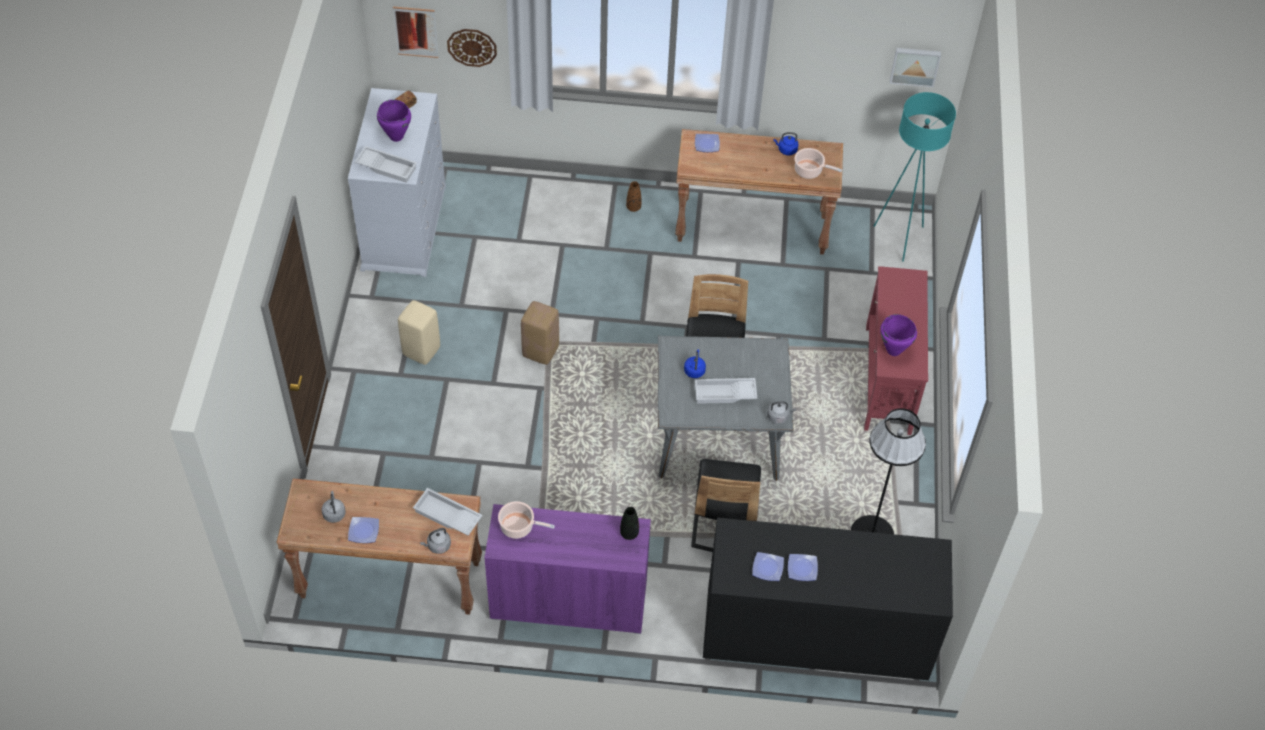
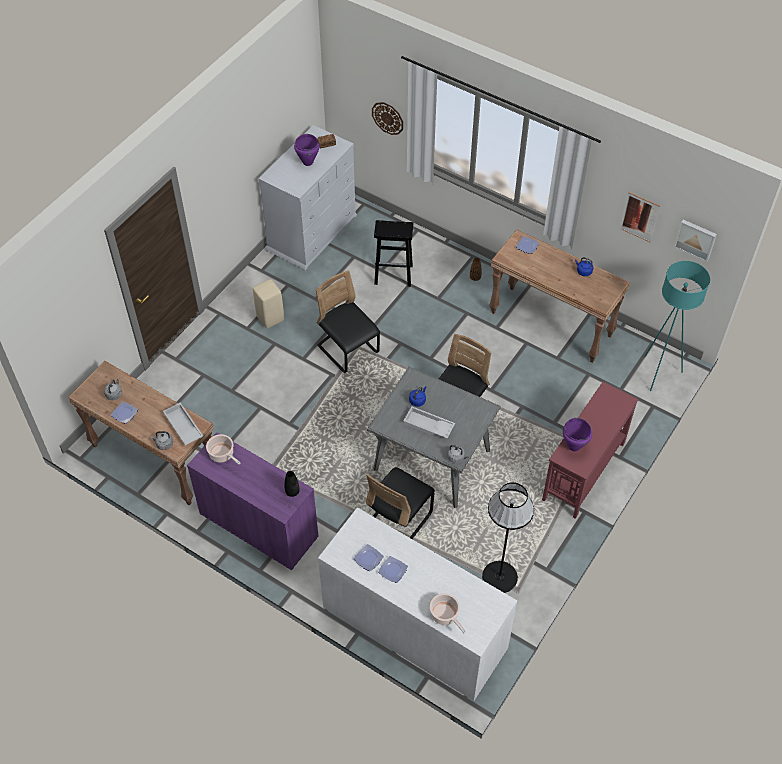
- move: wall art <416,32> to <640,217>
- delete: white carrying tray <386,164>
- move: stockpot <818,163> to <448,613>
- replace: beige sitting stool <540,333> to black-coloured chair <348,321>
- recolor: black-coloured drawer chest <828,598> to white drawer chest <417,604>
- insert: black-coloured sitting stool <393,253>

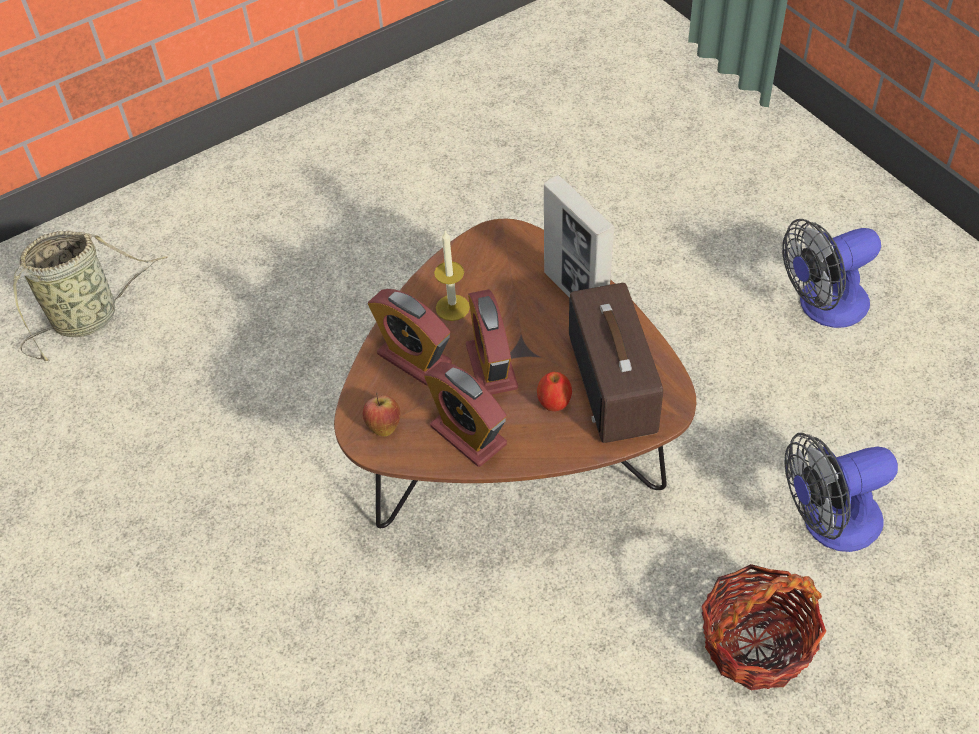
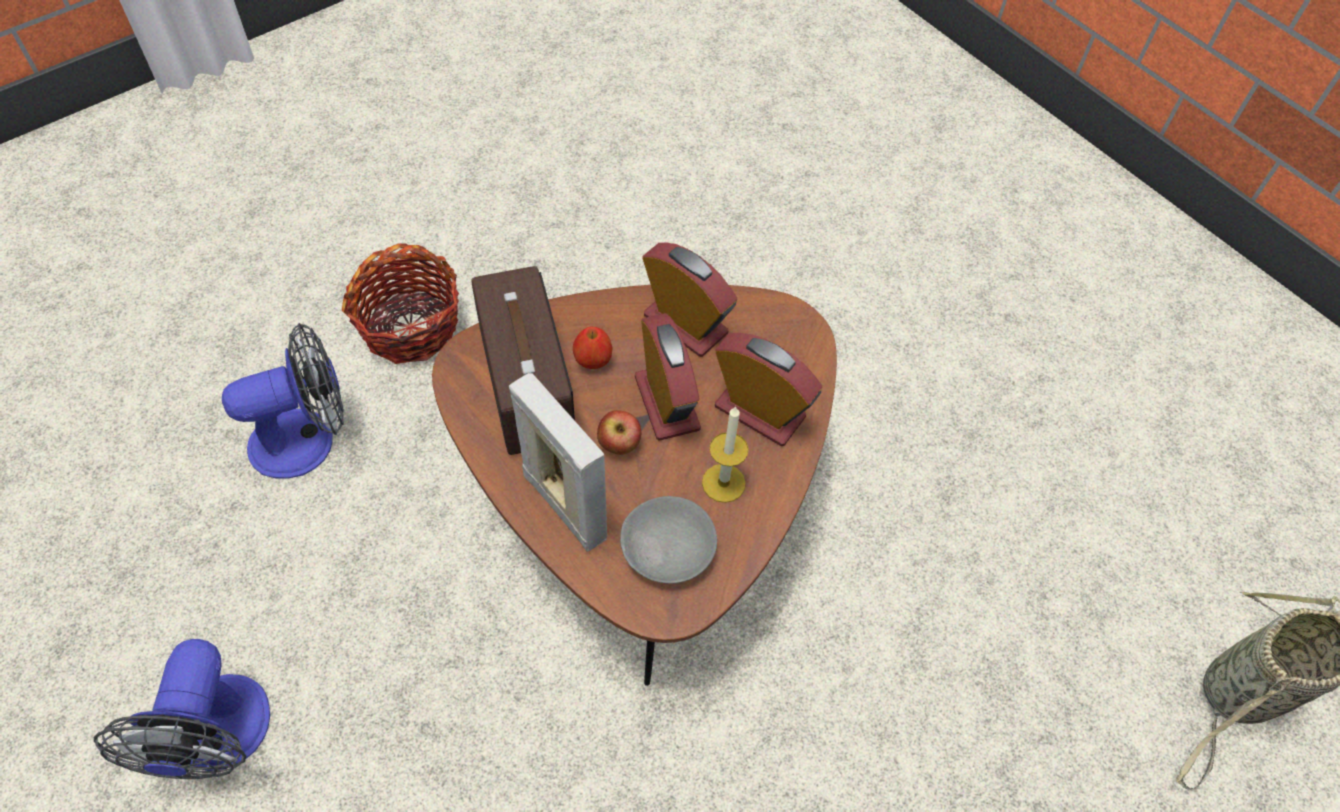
- rotate: cooling fan <831,273> = <182,709> 120 degrees clockwise
- move: whole apple <382,414> to <619,432>
- insert: grey serving bowl <668,540>

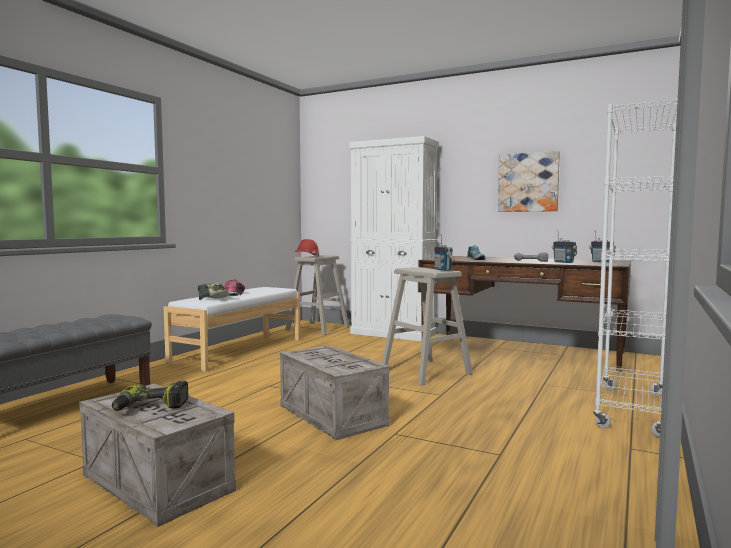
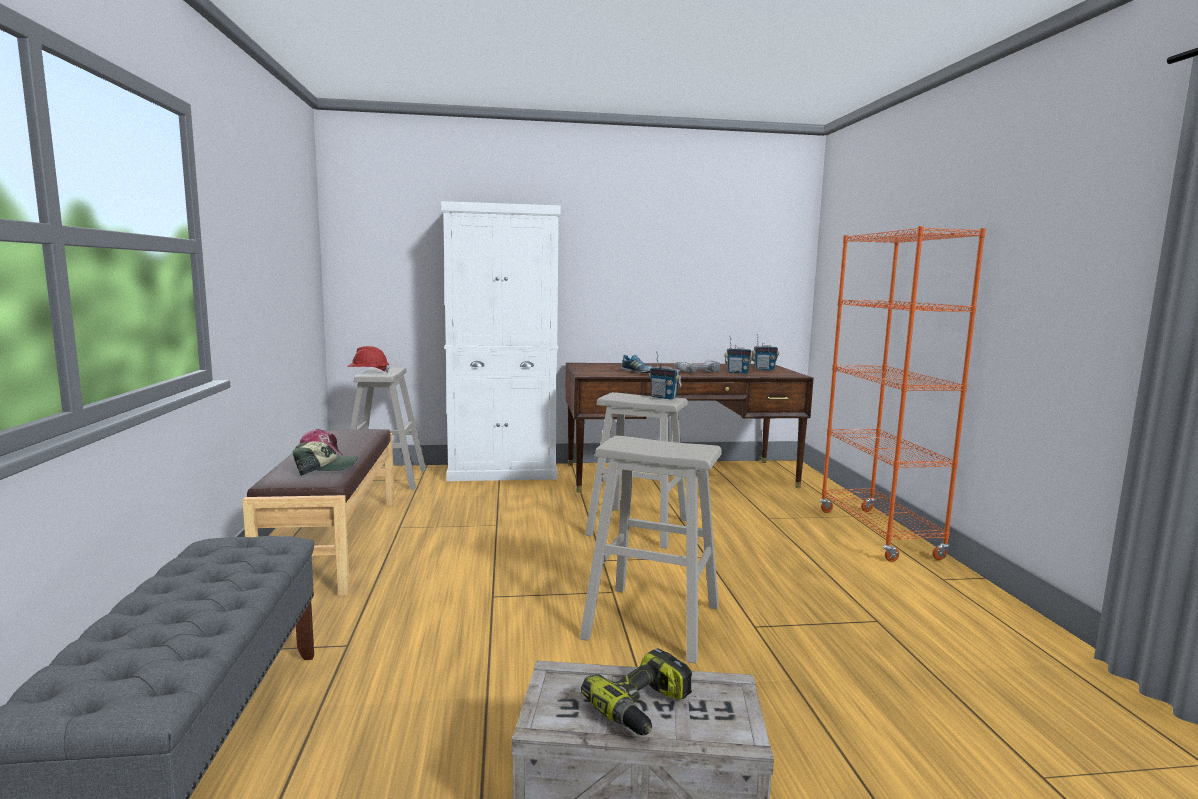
- recolor: white bookshelf <635,268> to orangey bookshelf <903,394>
- delete: wall art <529,181>
- recolor: white bench <232,329> to brown-coloured bench <318,512>
- replace: packing crate <335,392> to beige sitting stool <650,550>

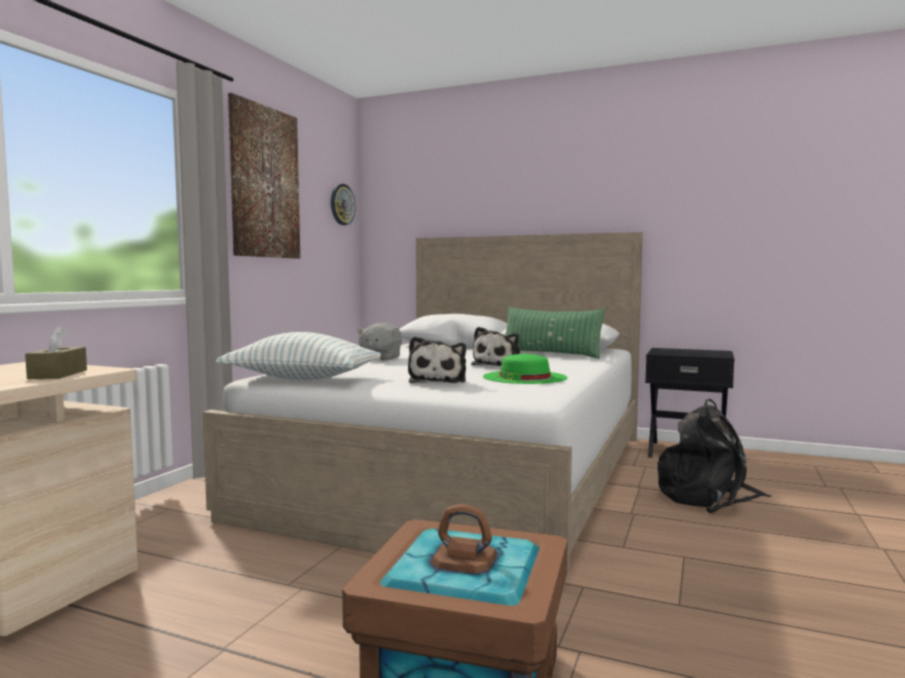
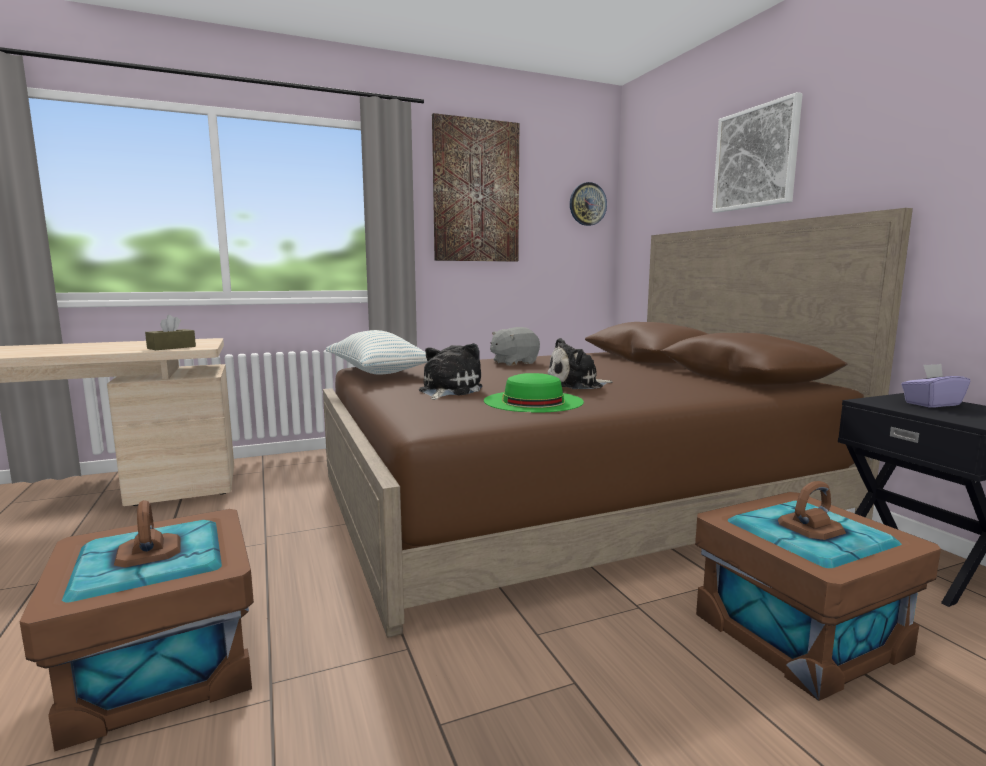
- recolor: white bedroom bed <423,404> to brown-coloured bedroom bed <618,423>
- delete: green throw pillow <555,333>
- rotate: plush toy <437,359> = <450,371> 150 degrees clockwise
- replace: black-coloured backpack <714,456> to brown-coloured storage container <818,591>
- insert: wall art <757,152>
- insert: purple tissue box <936,386>

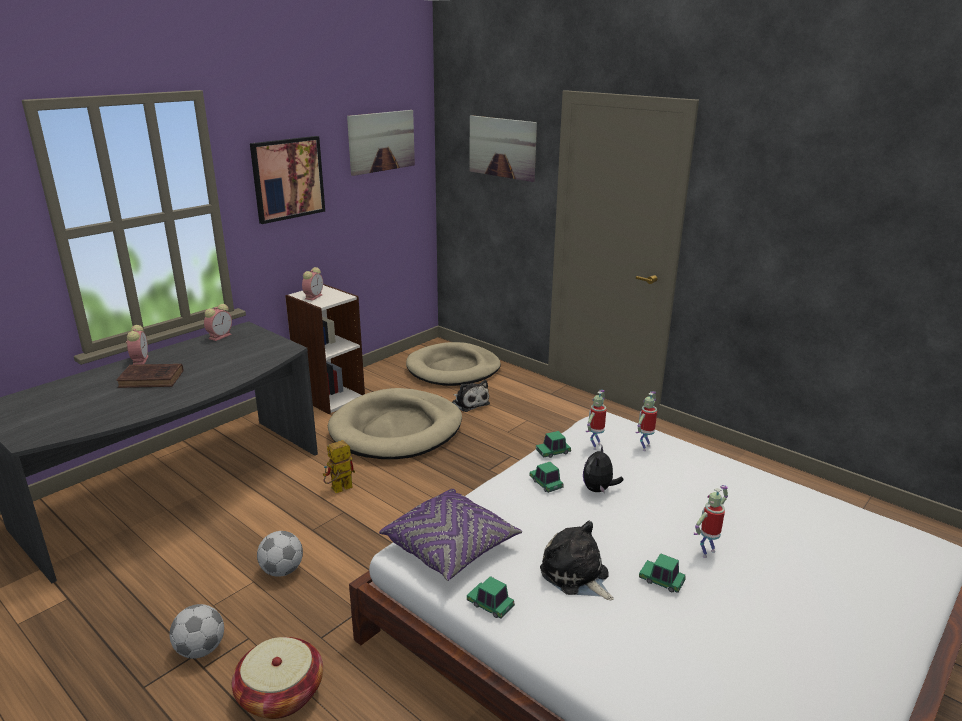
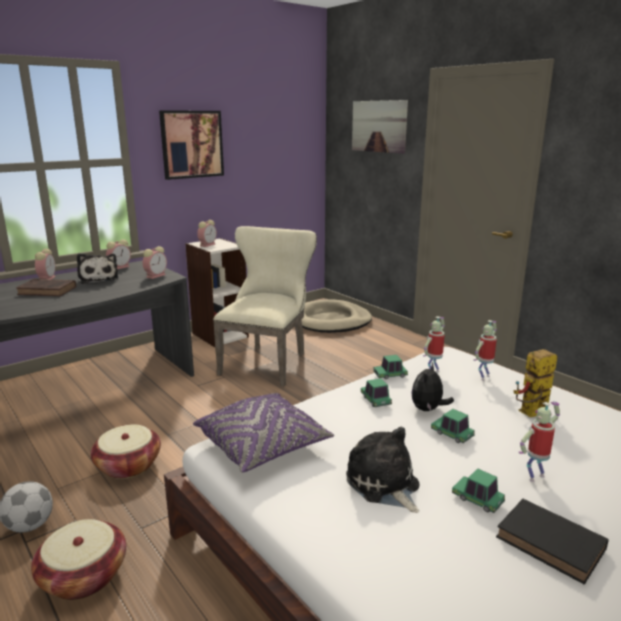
- delete: wall art <381,143>
- move: plush toy <471,396> to <98,268>
- replace: beige dog cushion <395,423> to beige chair <265,306>
- move: model robot <339,466> to <535,383>
- replace: football <280,554> to basket <126,452>
- move: miniature car <491,597> to <453,426>
- insert: table clock <155,262>
- insert: black-coloured bound book <552,541>

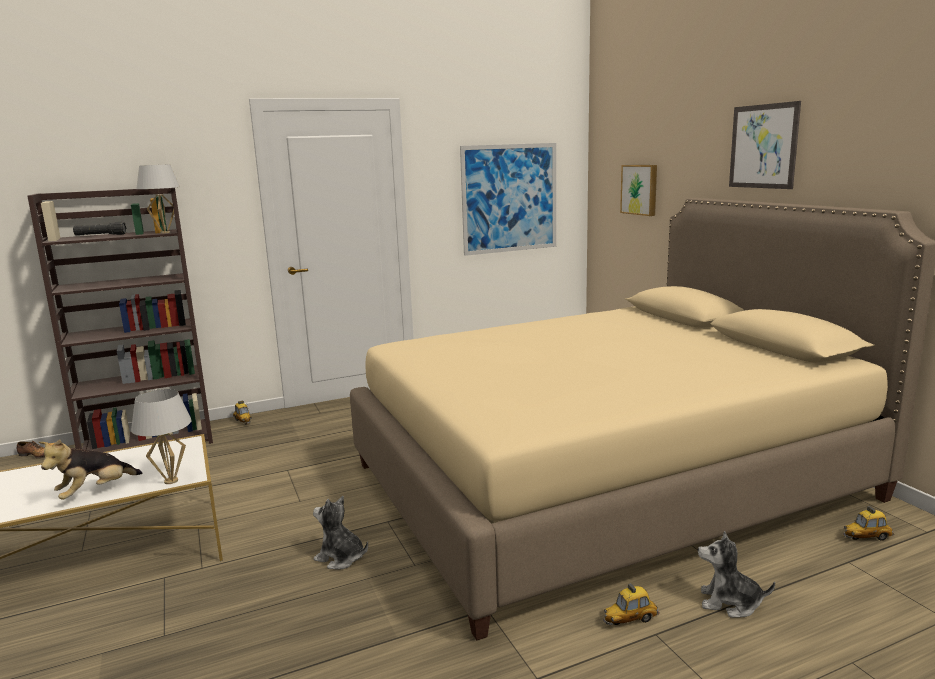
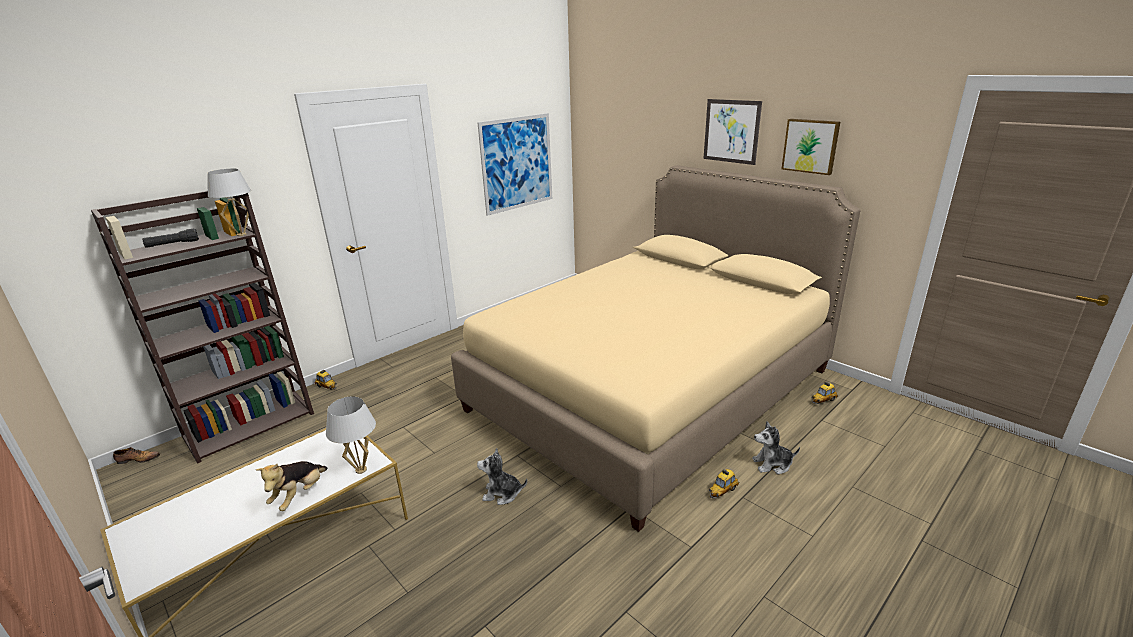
- move: wall art <638,190> to <810,147>

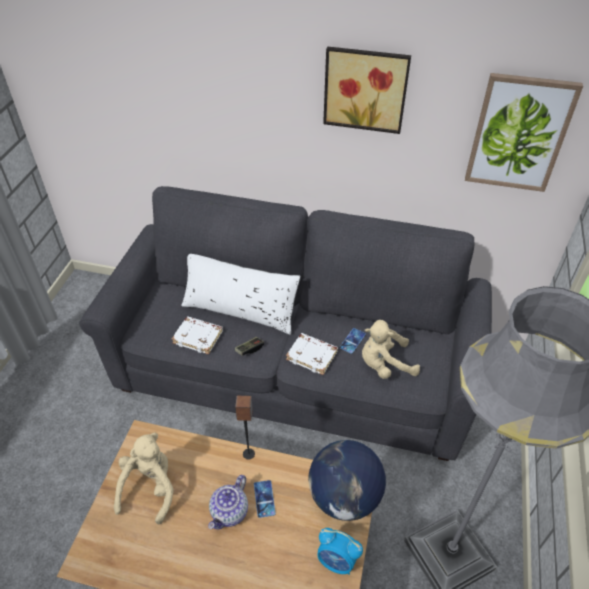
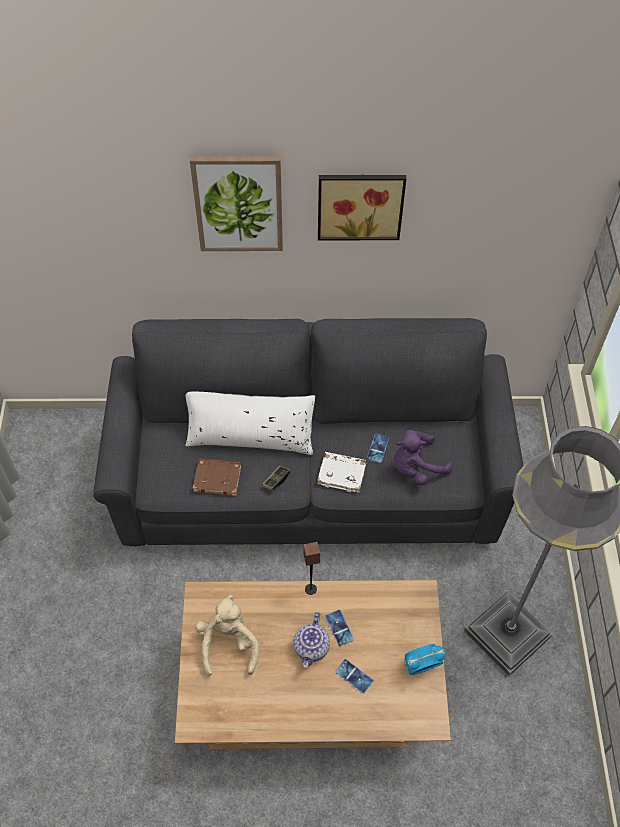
- move: wall art <524,132> to <236,203>
- recolor: white bound book <197,335> to brown-coloured bound book <217,477>
- recolor: beige plush toy <391,349> to purple plush toy <423,457>
- delete: desk globe <347,480>
- rotate: table clock <340,551> = <425,659> 150 degrees clockwise
- insert: handset <354,676>

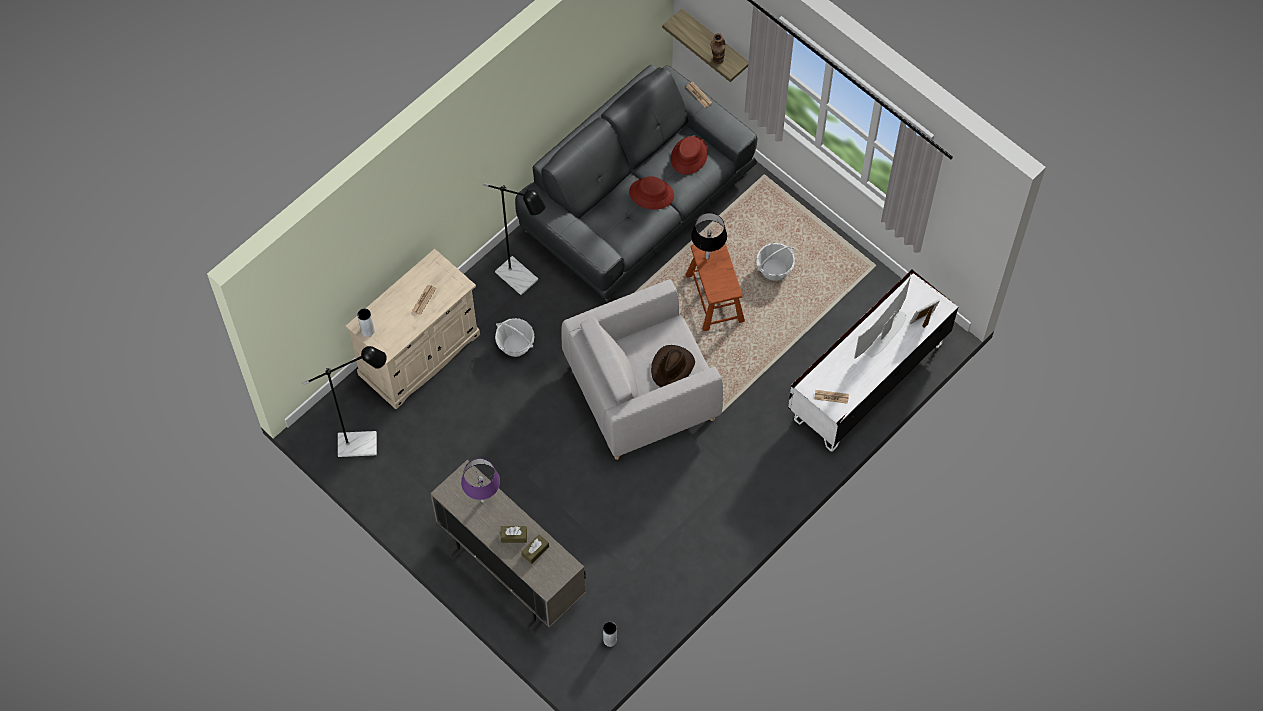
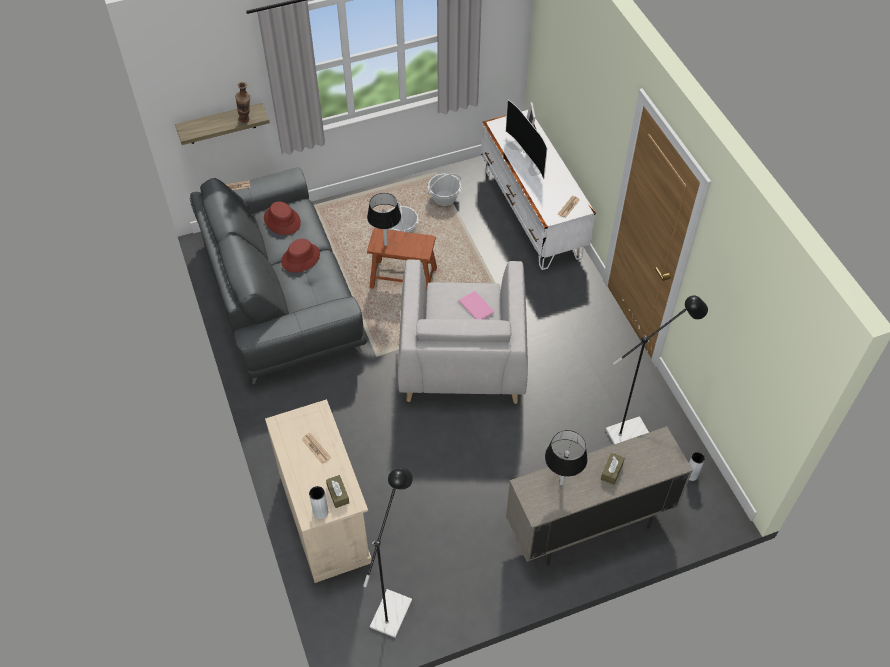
- move: black-coloured floor lamp <514,239> to <657,370>
- move: basket <515,337> to <444,189>
- replace: brown-coloured clothing hat <673,366> to pink bound book <476,305>
- recolor: purple lamp for a table <480,480> to black-coloured lamp for a table <566,457>
- move: brown-coloured tissue box <535,549> to <337,491>

